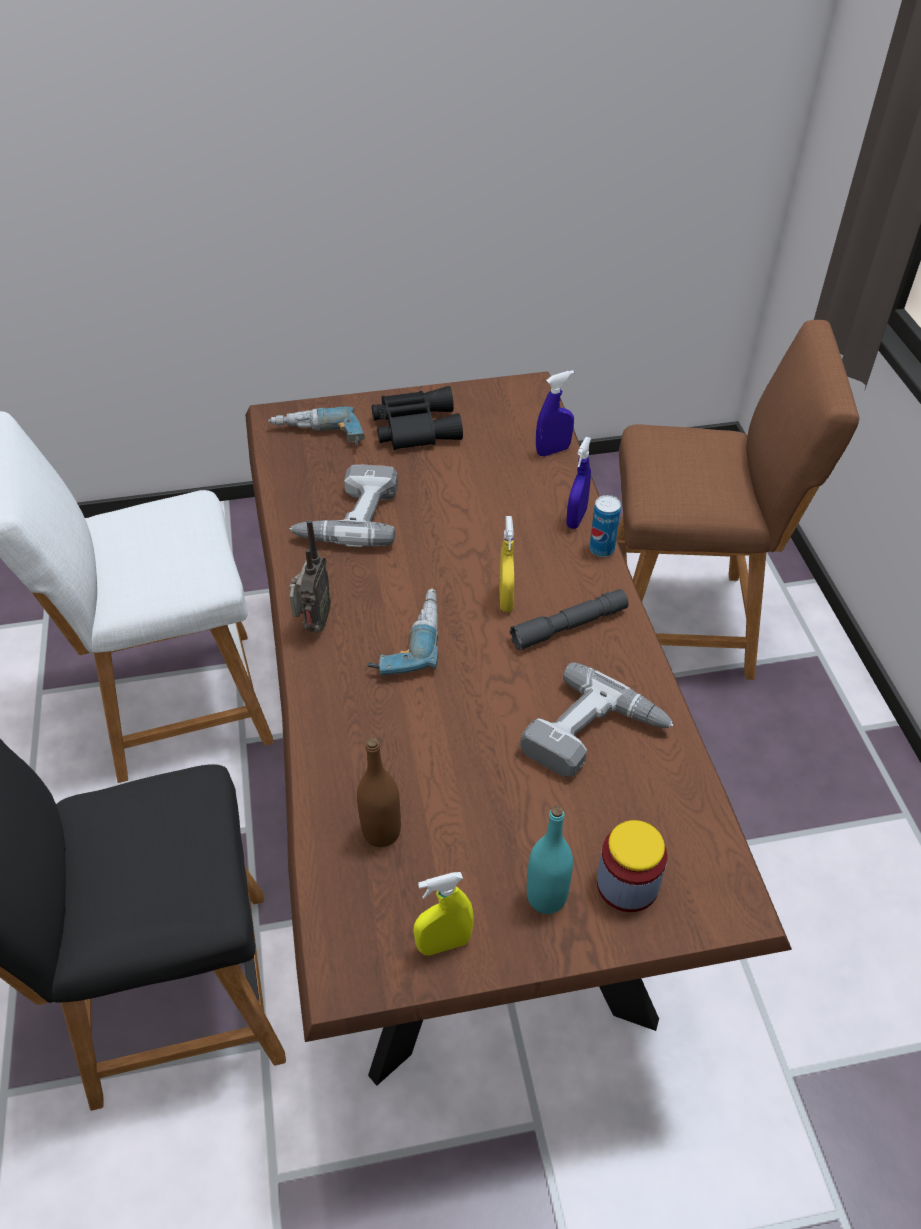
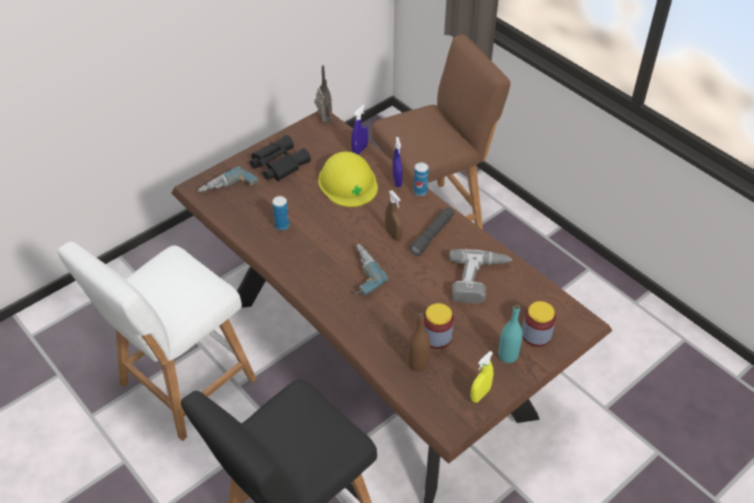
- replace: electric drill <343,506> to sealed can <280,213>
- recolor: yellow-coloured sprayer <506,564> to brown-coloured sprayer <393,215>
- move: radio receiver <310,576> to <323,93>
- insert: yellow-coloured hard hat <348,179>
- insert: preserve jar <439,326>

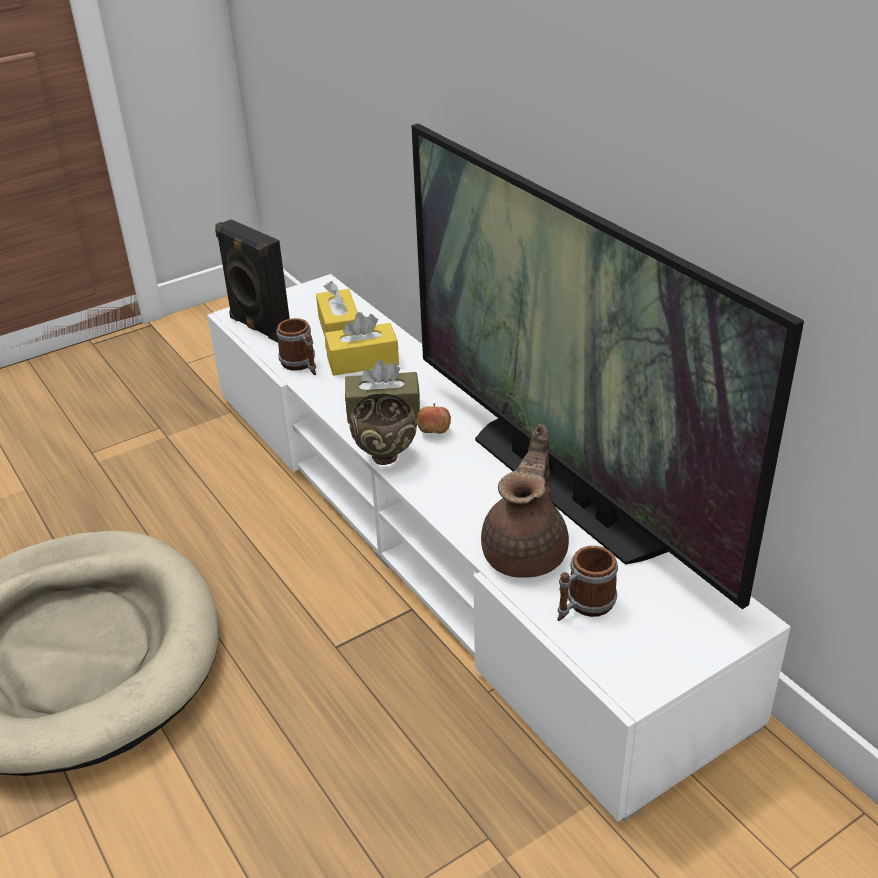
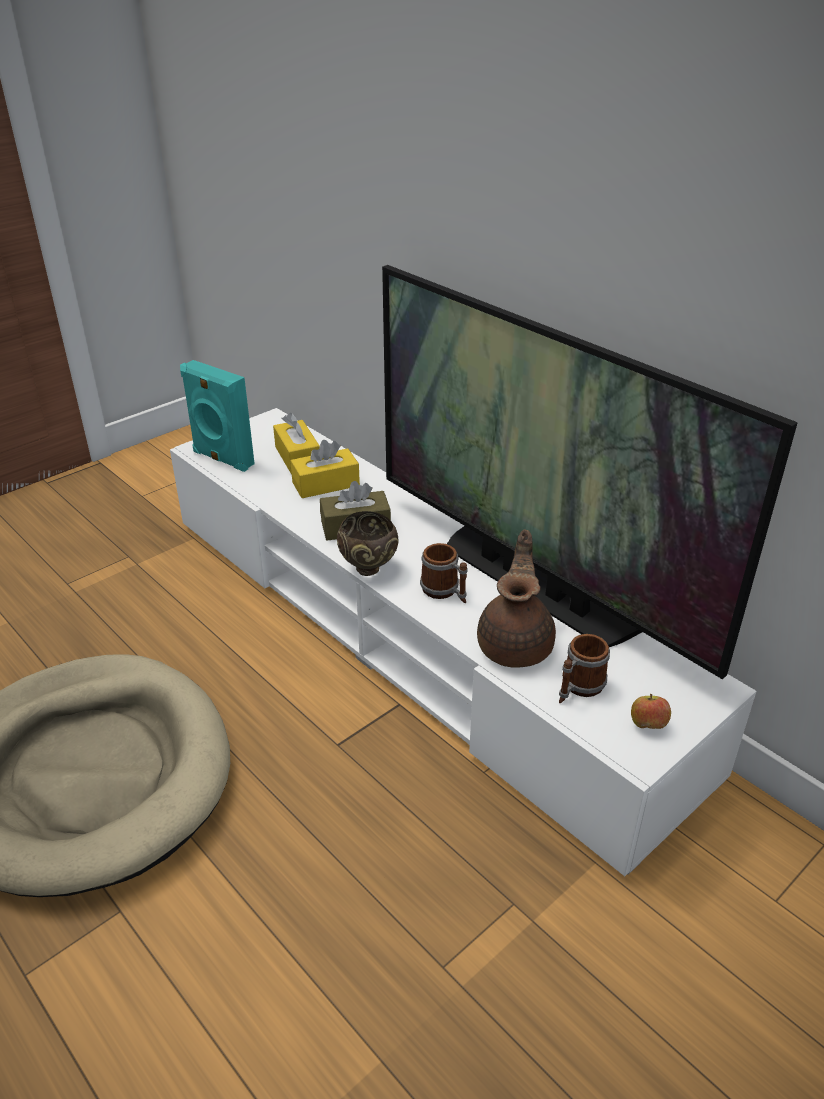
- recolor: black-coloured audio speaker <252,281> to turquoise audio speaker <217,416>
- move: tea mug <296,346> to <444,573>
- move: whole apple <434,418> to <651,711>

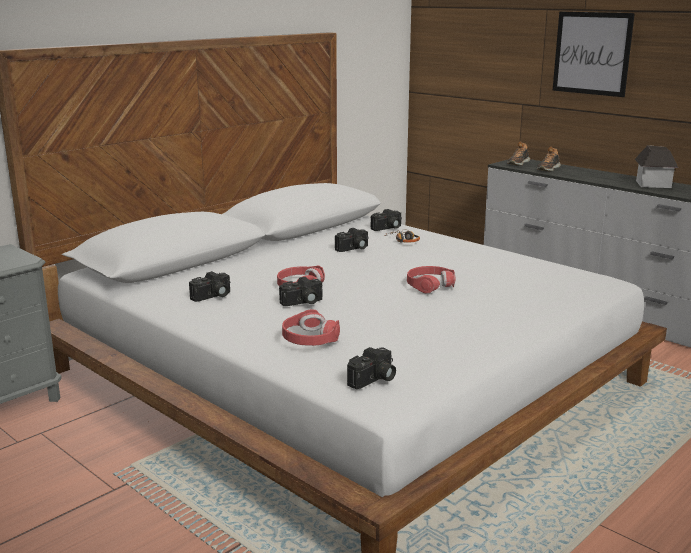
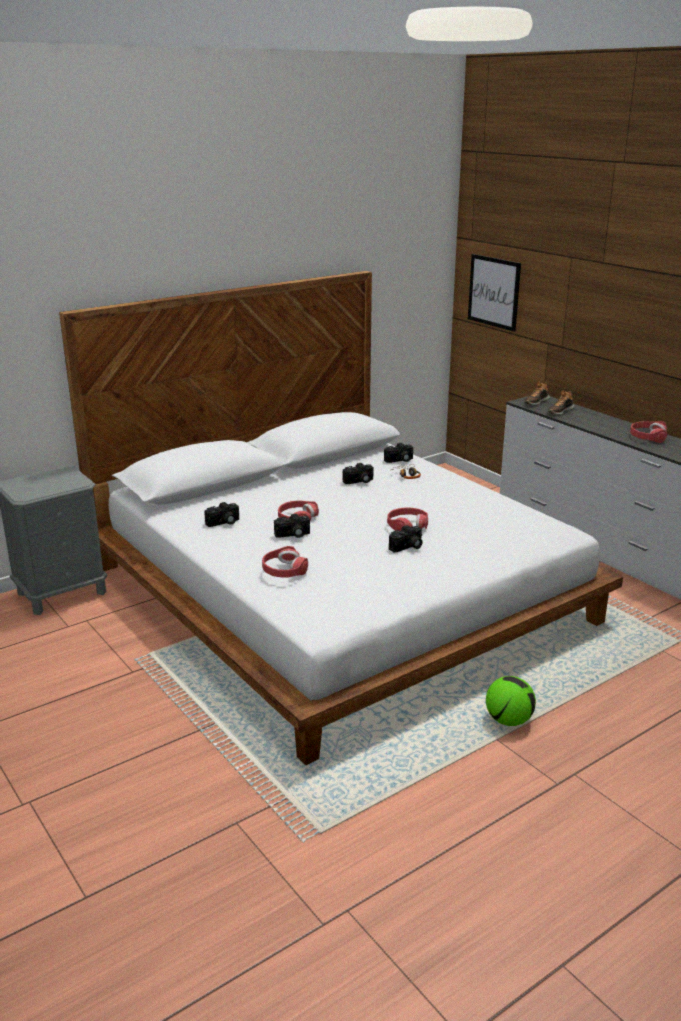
- move: wall art <594,54> to <494,293>
- replace: model house <656,166> to red-coloured pair of headphones <648,432>
- move: still camera <371,368> to <406,538>
- insert: football <511,701>

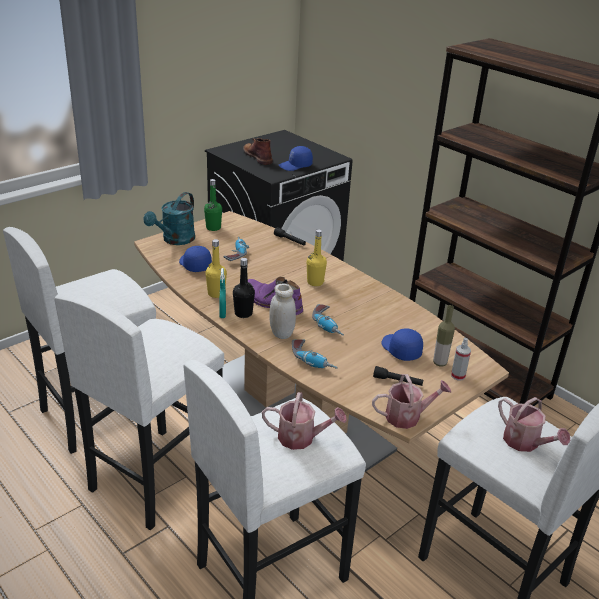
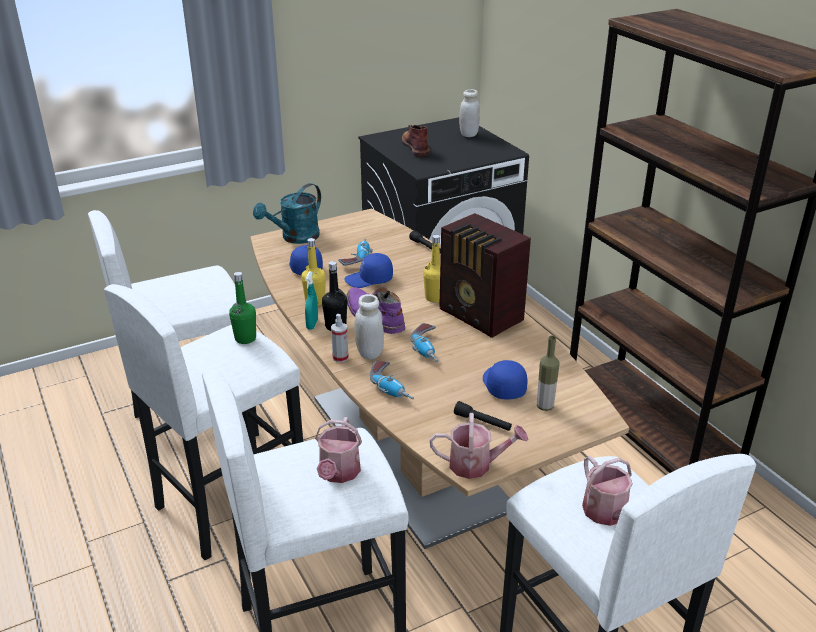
- move: blue-coloured baseball cap <296,158> to <368,270>
- move: green bottle <213,205> to <242,308>
- move: sprayer <461,359> to <340,338>
- rotate: watering pot <304,421> = <338,450> 75 degrees clockwise
- insert: white preserve jar <469,113>
- insert: radio receiver <485,275>

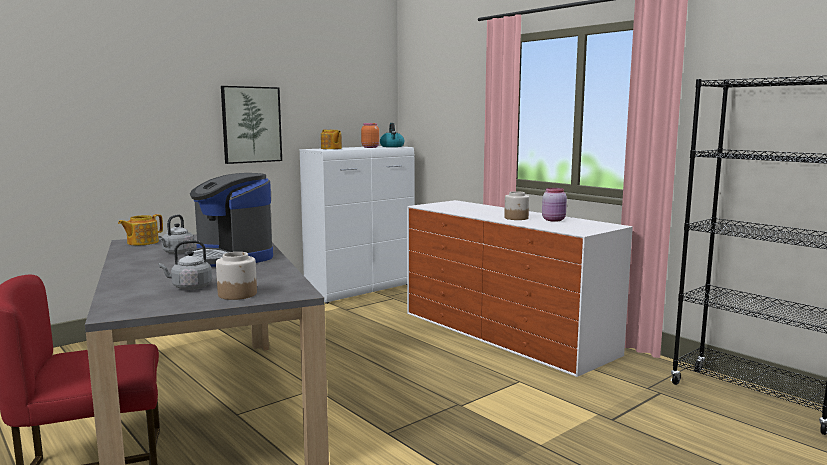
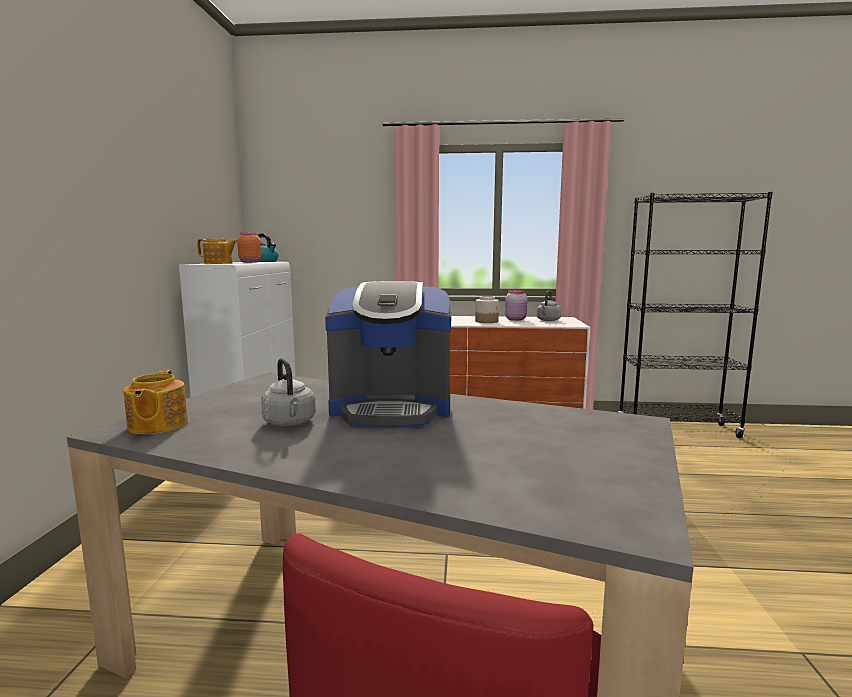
- delete: wall art <251,125>
- move: grey water kettle <185,265> to <549,306>
- delete: preserve jar <236,276>

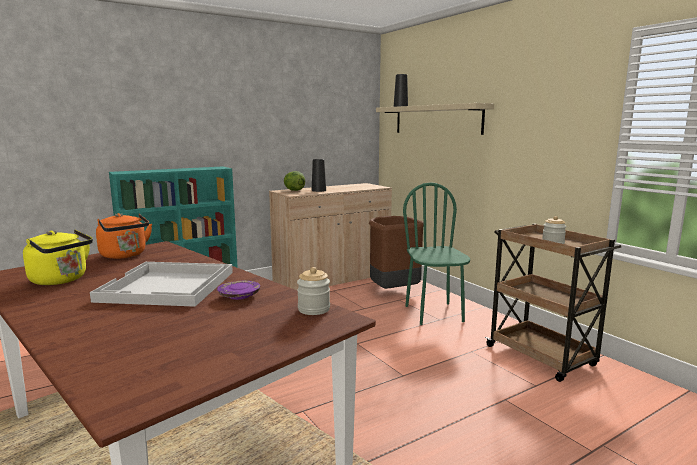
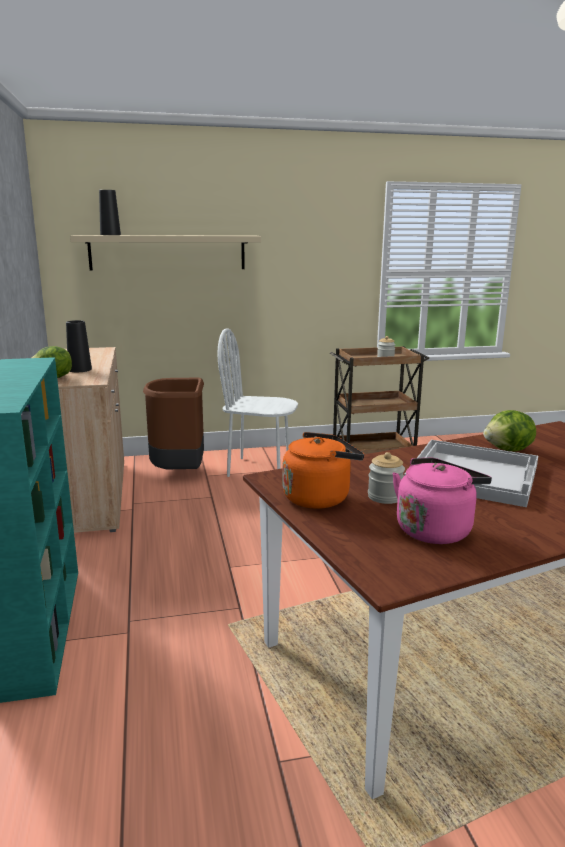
- recolor: green chair <436,253> to white chair <258,402>
- recolor: yellow-coloured water kettle <58,257> to pink water kettle <442,501>
- move: preserve jar <313,291> to <386,478>
- replace: purple dinner plate <238,290> to lettuce head <509,431>

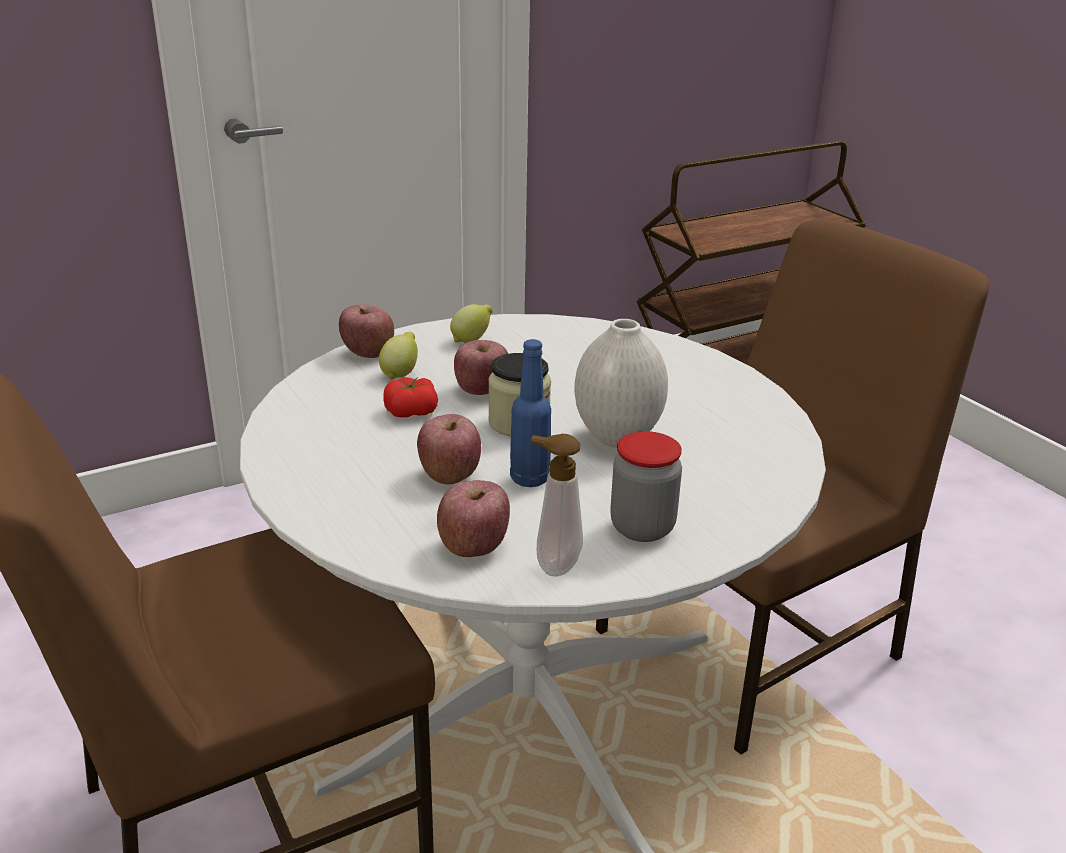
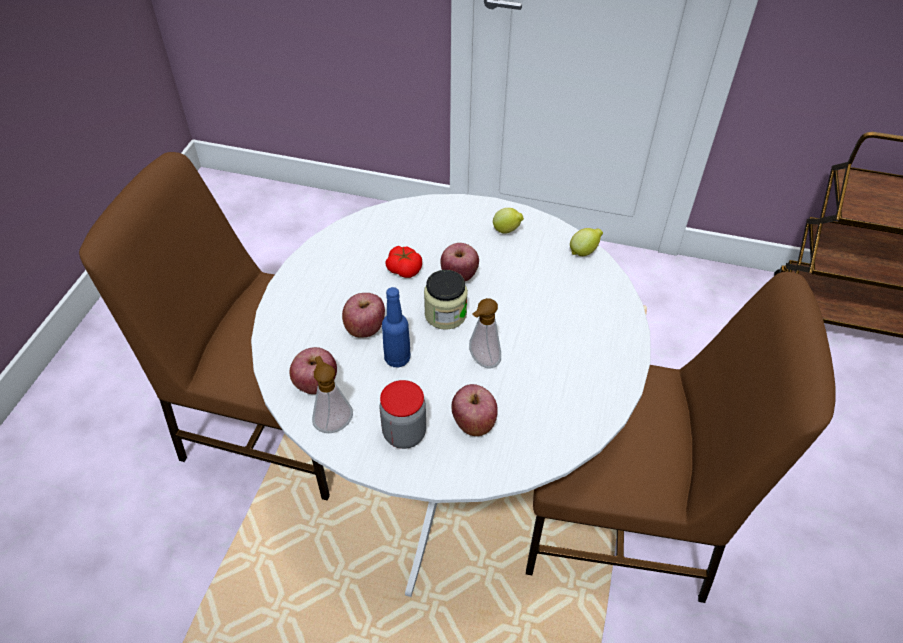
- move: whole apple <366,331> to <474,410>
- replace: white vase <621,383> to soap dispenser <485,333>
- move: lemon <398,355> to <586,242>

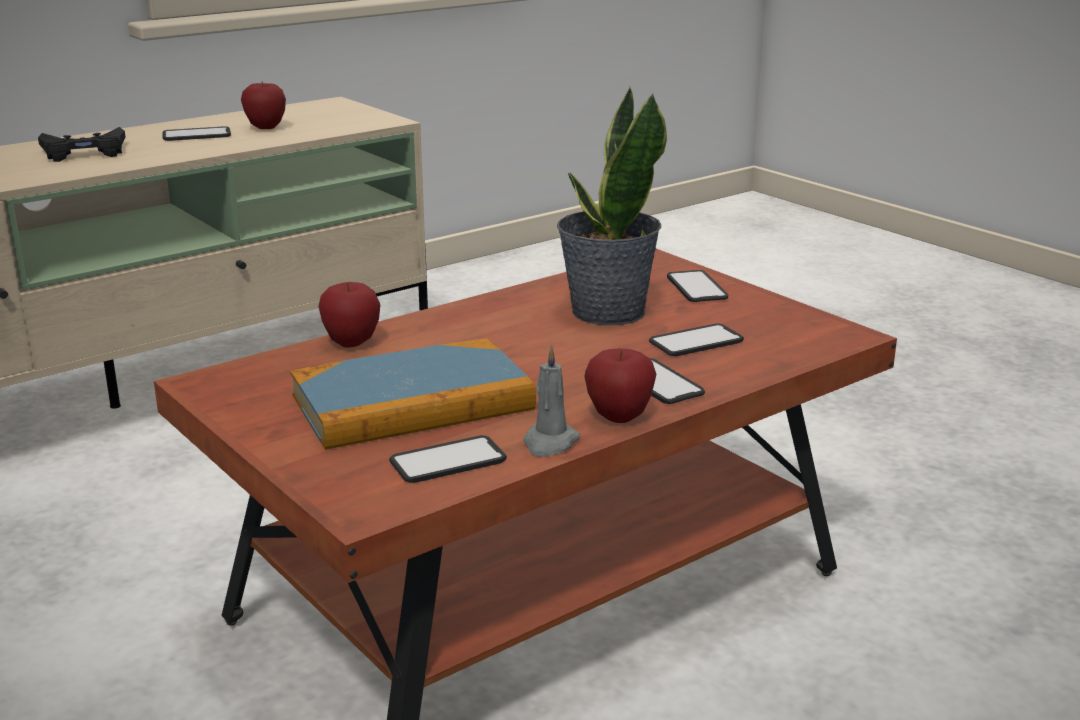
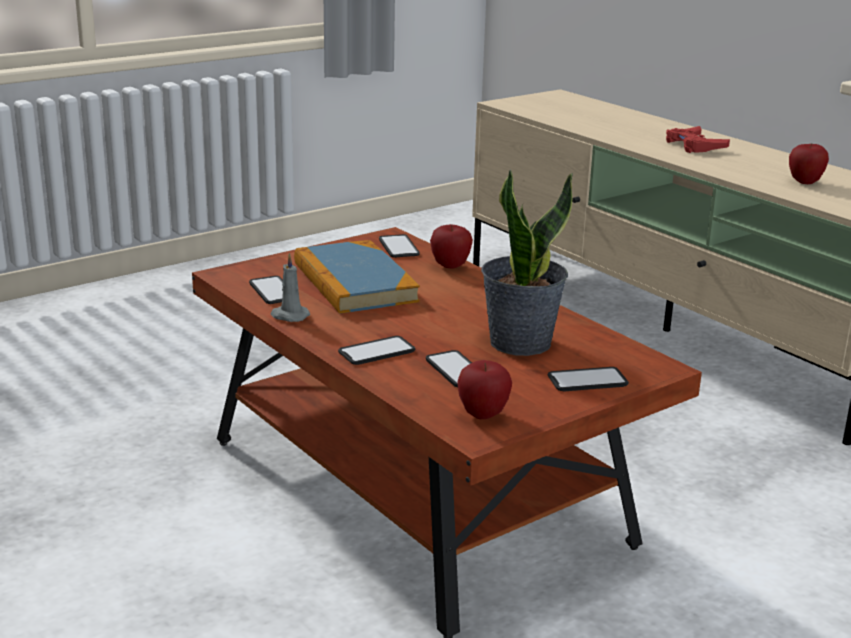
- move: handset <197,133> to <399,246>
- recolor: black-coloured game controller <82,144> to red-coloured game controller <698,139>
- move: whole apple <620,386> to <484,389>

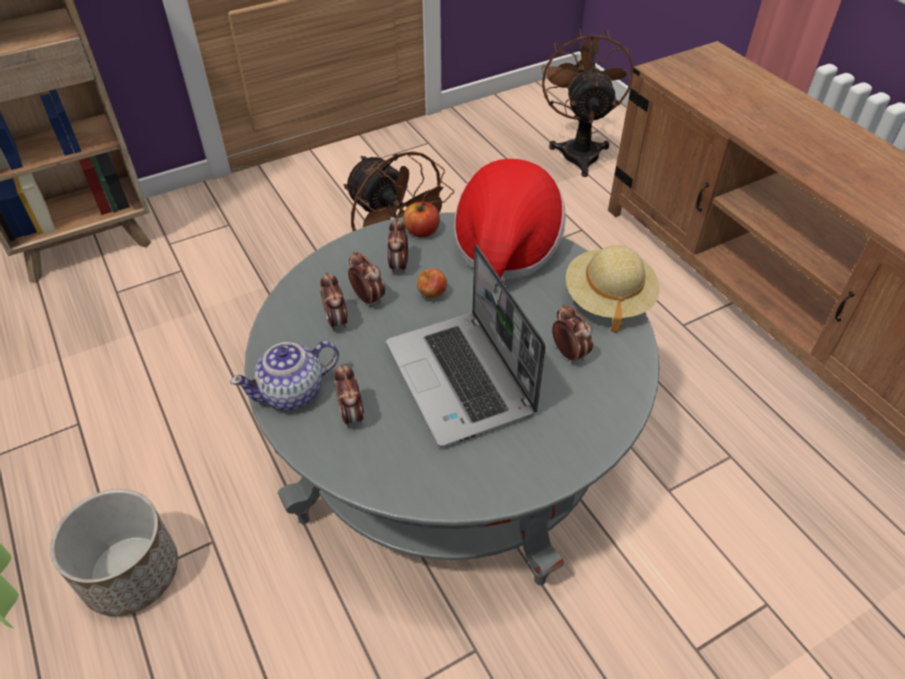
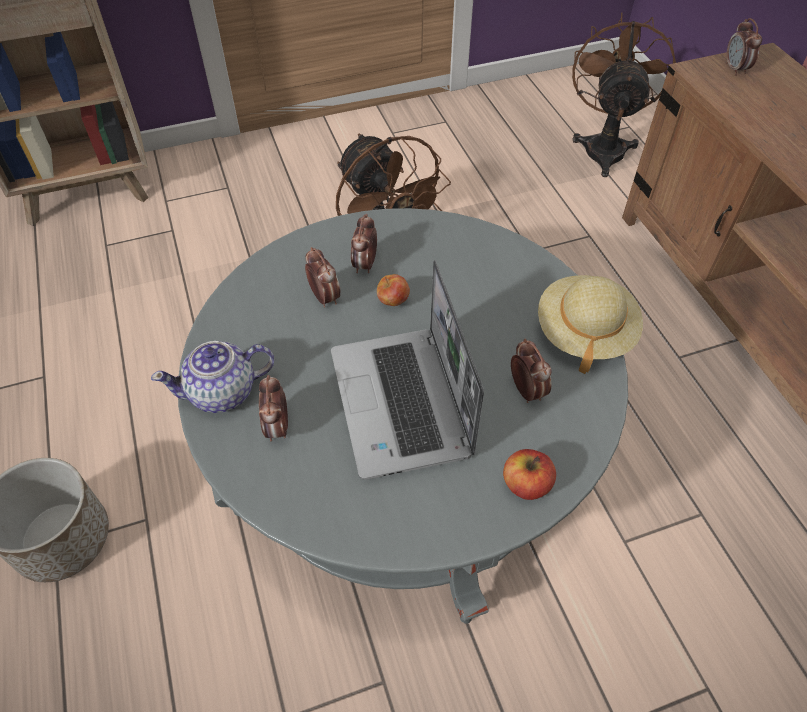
- delete: clothing hat <510,221>
- move: whole apple <421,219> to <529,474>
- move: table clock <333,302> to <744,47>

